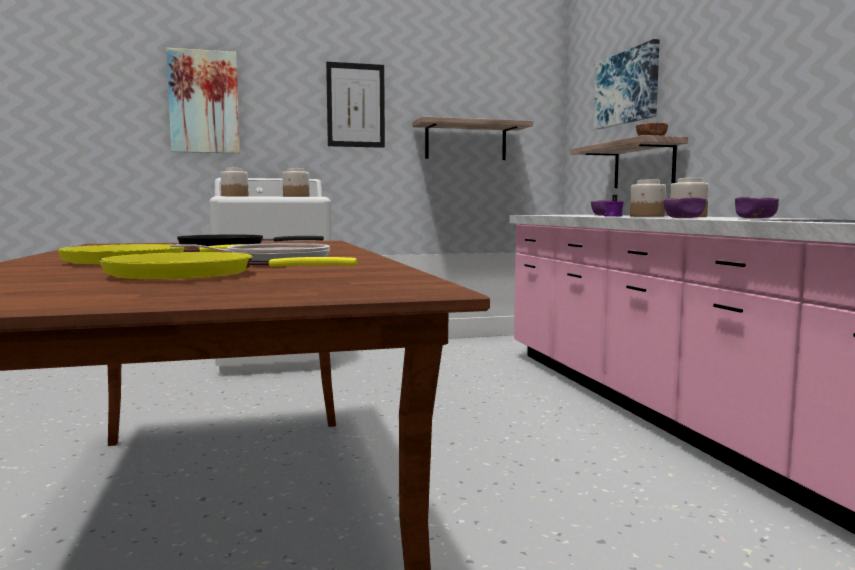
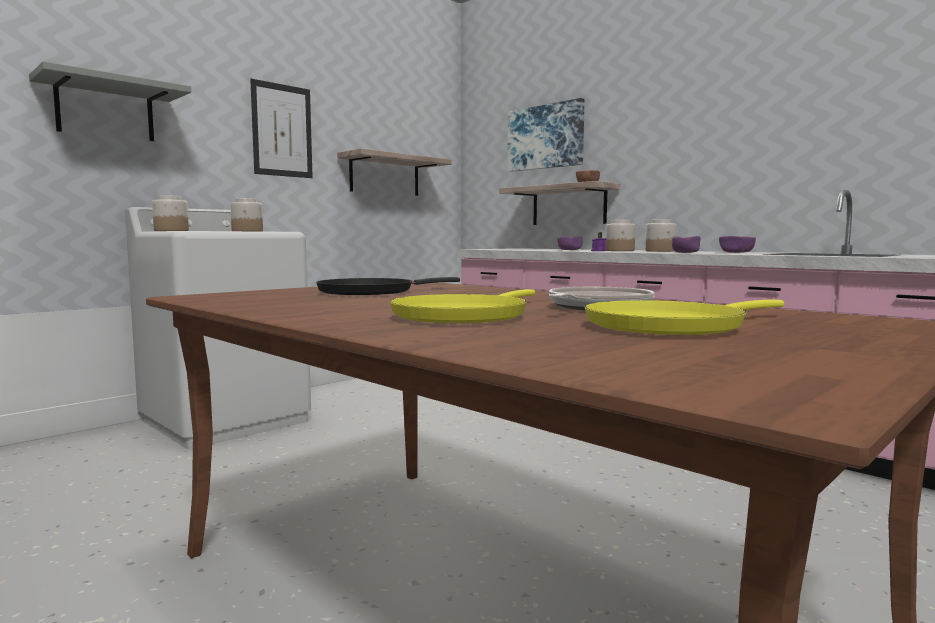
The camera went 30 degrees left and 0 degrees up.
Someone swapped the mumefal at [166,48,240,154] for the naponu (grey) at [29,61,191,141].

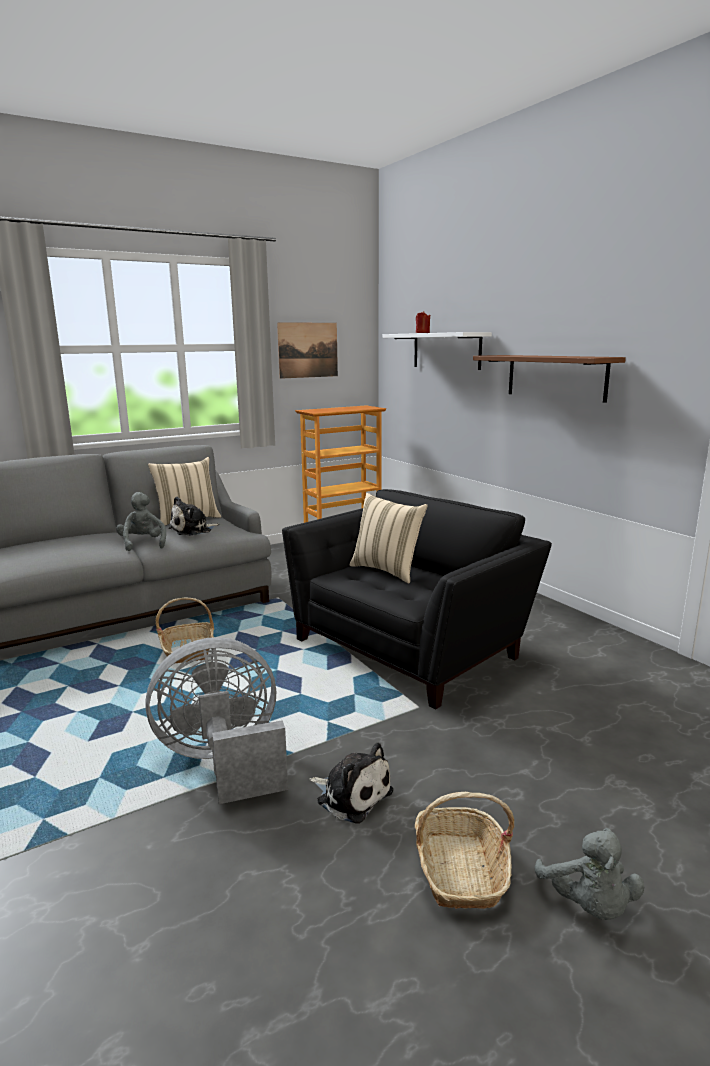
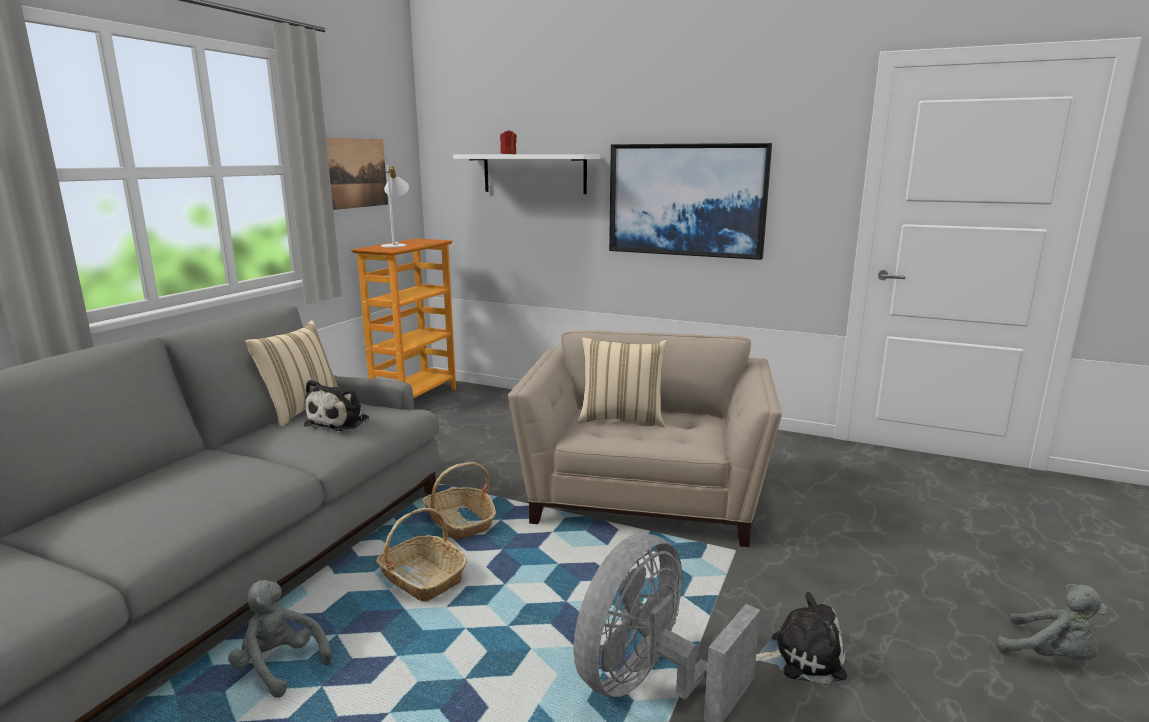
The camera went 35 degrees left and 0 degrees up.
Someone carried the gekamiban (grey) from [116,492,166,551] to [228,580,332,698].
Someone put down the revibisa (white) at [381,165,409,247].
Someone carried the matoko from [415,792,514,909] to [422,462,496,540].
Someone repainted the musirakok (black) at [282,489,552,709], which became the musirakok (beige) at [508,330,782,547].
Someone swapped the naponu (brown) at [473,355,626,403] for the mumefal at [609,143,772,260].

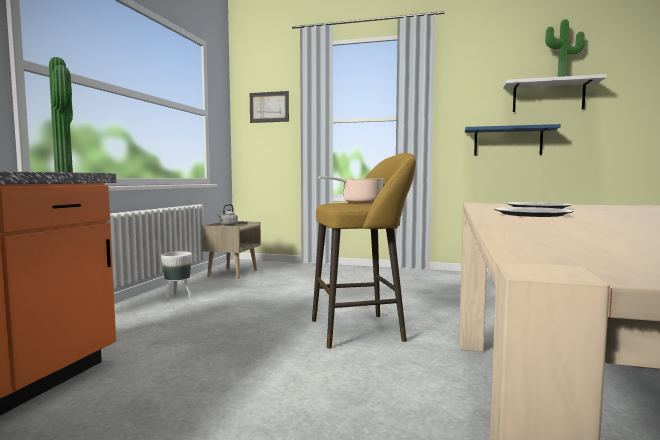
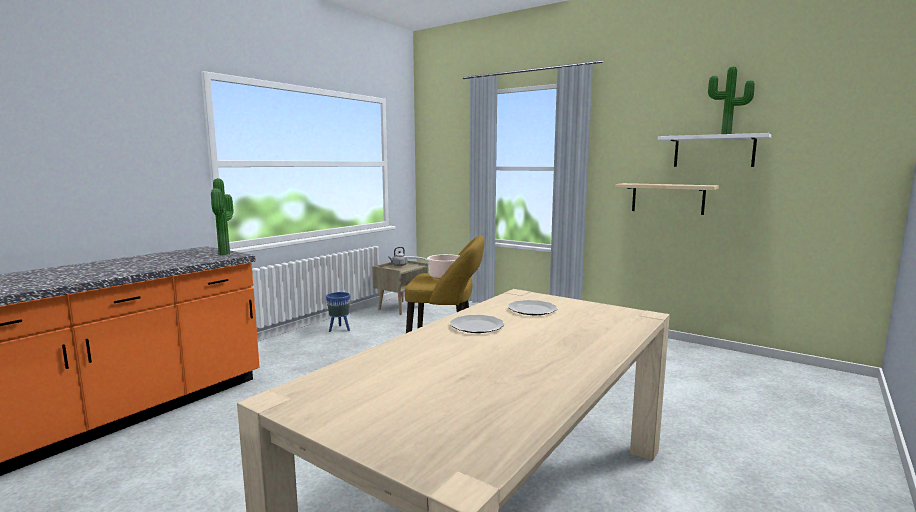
The camera went 20 degrees right and 5 degrees up.
Someone repainted the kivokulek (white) at [161,251,192,301], which became the kivokulek (blue) at [326,292,350,332].
Someone repainted the naponu (blue) at [465,124,561,156], which became the naponu (beige) at [615,183,719,215].
Someone took away the mumefal at [250,91,289,123].

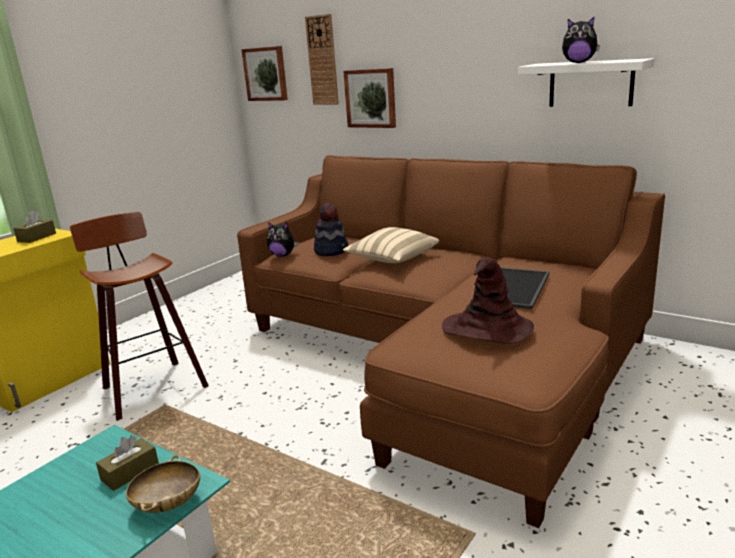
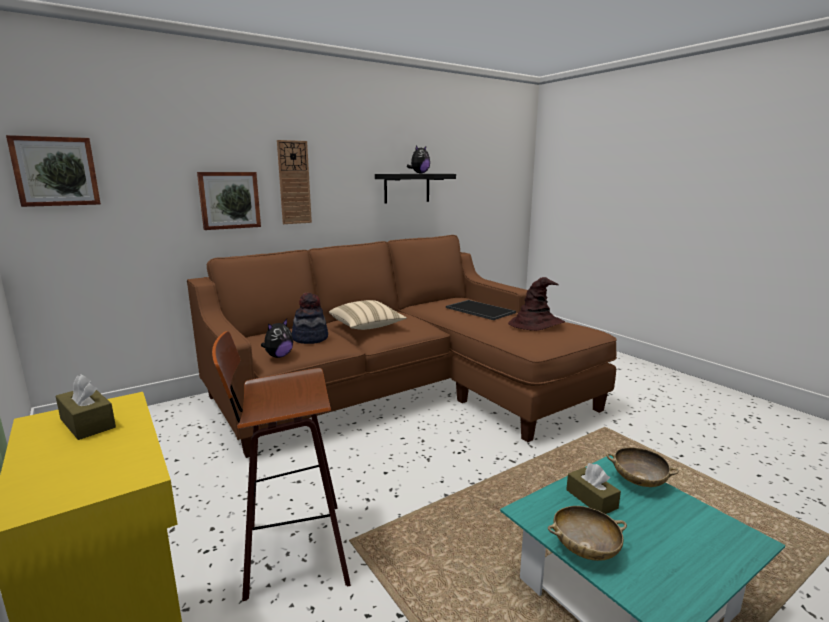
The camera went 70 degrees left and 5 degrees down.
Someone carried the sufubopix from [305,14,339,105] to [277,140,312,224].
Someone repainted the naponu (white) at [518,58,655,107], which became the naponu (black) at [375,174,456,203].
Someone put down the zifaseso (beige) at [548,506,627,561].

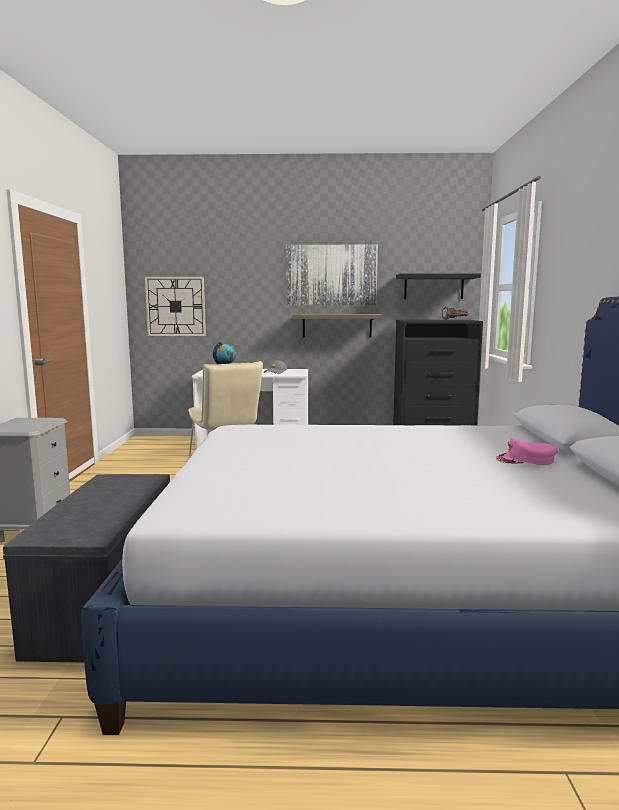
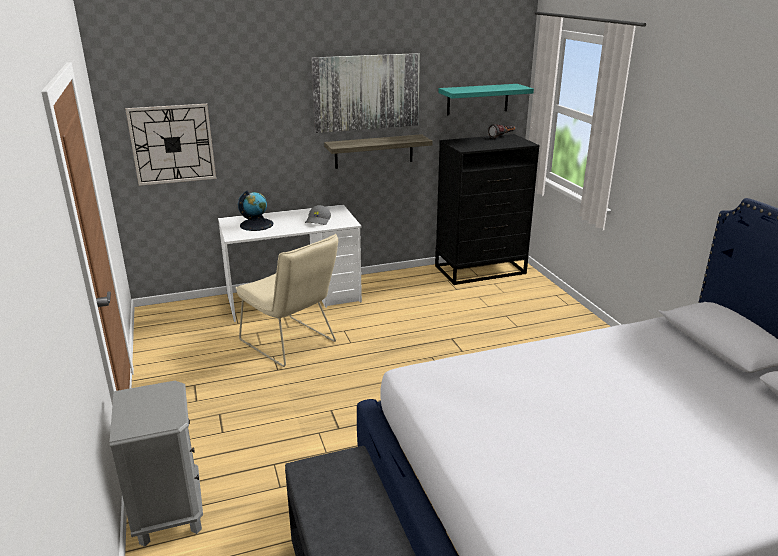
The camera went 20 degrees left and 15 degrees up.
Someone repainted the naponu (black) at [396,273,481,299], which became the naponu (turquoise) at [438,84,534,115].
Someone took away the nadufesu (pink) at [496,438,558,465].

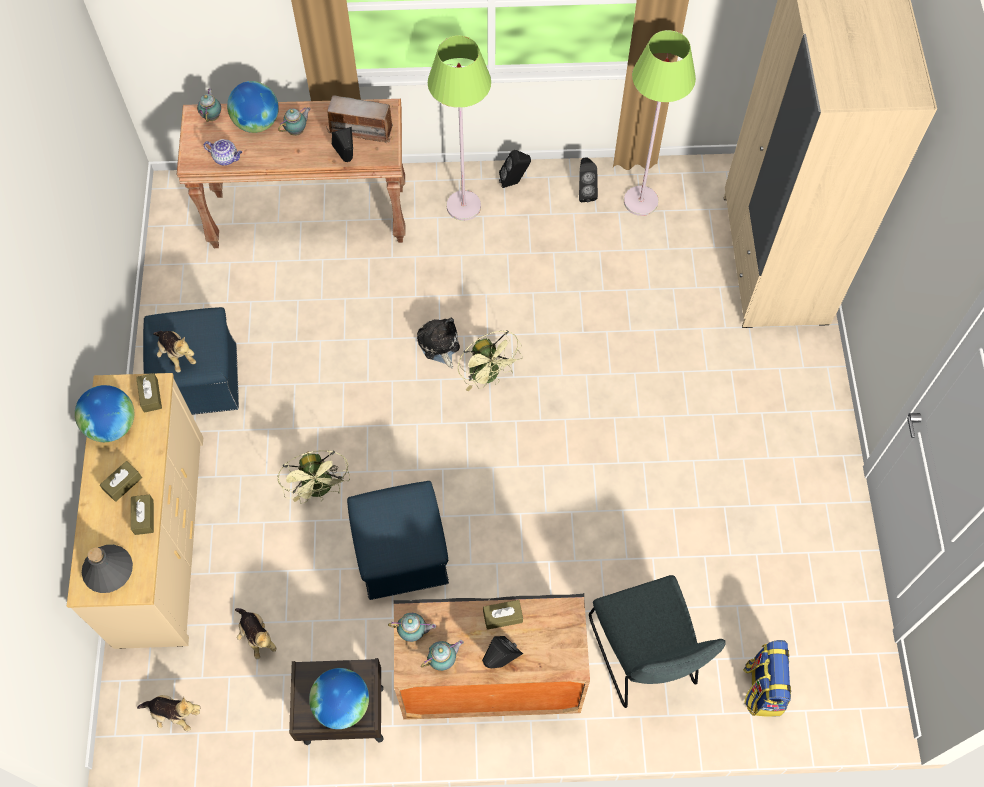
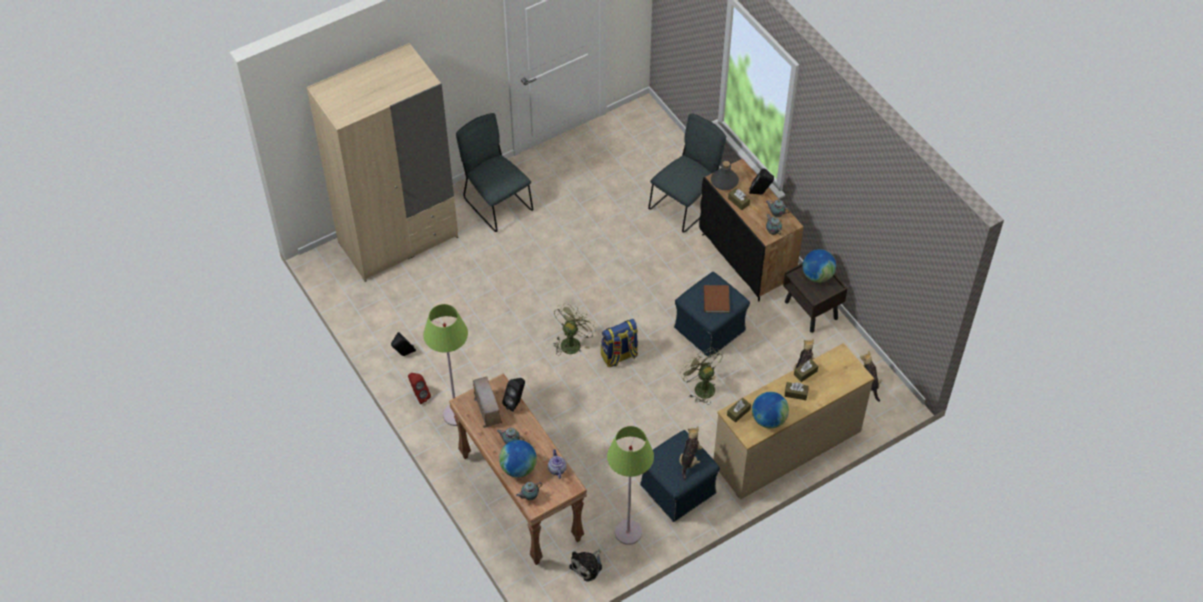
The camera went 120 degrees left and 10 degrees down.
Someone repainted the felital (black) at [499,150,531,188], which became the felital (red) at [408,373,431,404].
Someone put down the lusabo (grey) at [456,113,533,232].
Someone carried the gekamiban from [417,318,460,368] to [569,549,602,582].
Someone carried the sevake from [743,640,791,717] to [601,319,638,367].
Someone carried the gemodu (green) from [624,30,696,216] to [607,426,654,545].
Someone rotated the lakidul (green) at [278,450,350,504] by 75 degrees counterclockwise.
Someone put down the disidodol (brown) at [704,285,730,313].
Someone carried the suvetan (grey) from [82,545,133,593] to [711,161,739,190].

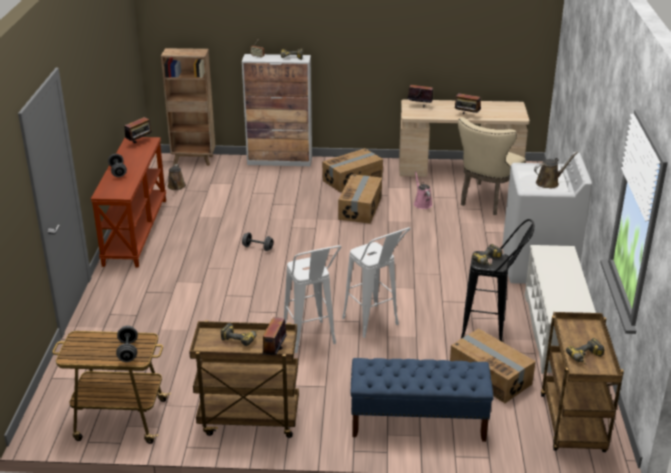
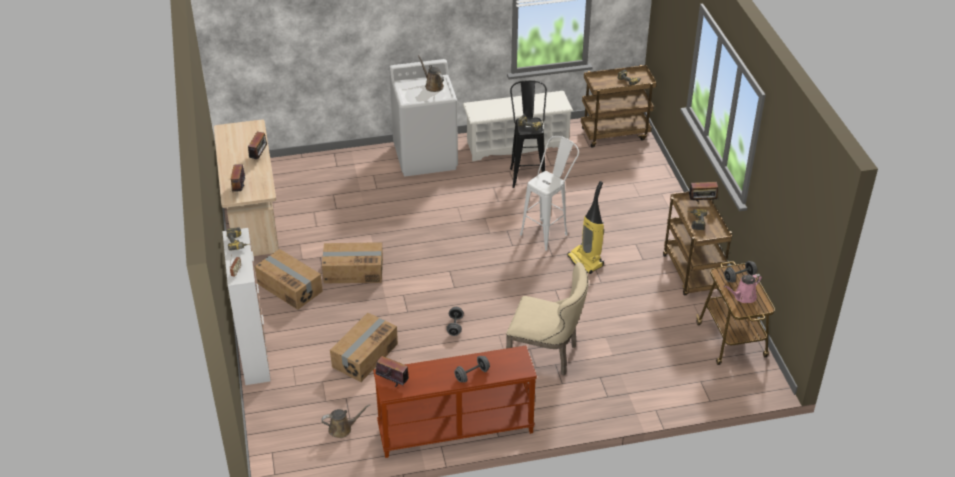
The camera went 105 degrees left and 10 degrees up.
Someone carried the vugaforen from [450,328,536,403] to [330,313,398,382].
Someone carried the lusabo (beige) from [458,117,526,215] to [506,262,589,376].
Someone swapped the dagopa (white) at [284,245,341,353] for the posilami at [567,181,604,274].
Someone carried the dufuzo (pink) from [414,171,433,209] to [724,274,762,303].
Someone took away the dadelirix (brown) at [161,48,215,166].
Someone took away the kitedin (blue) at [350,358,494,442].

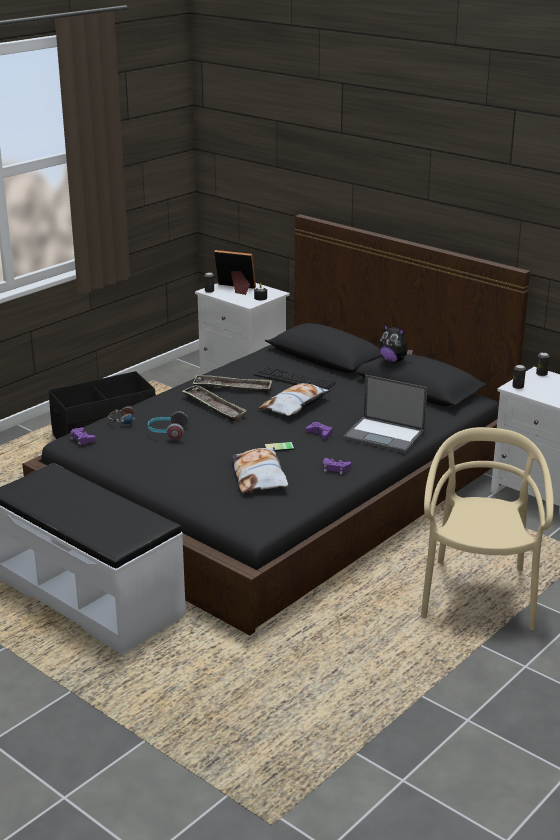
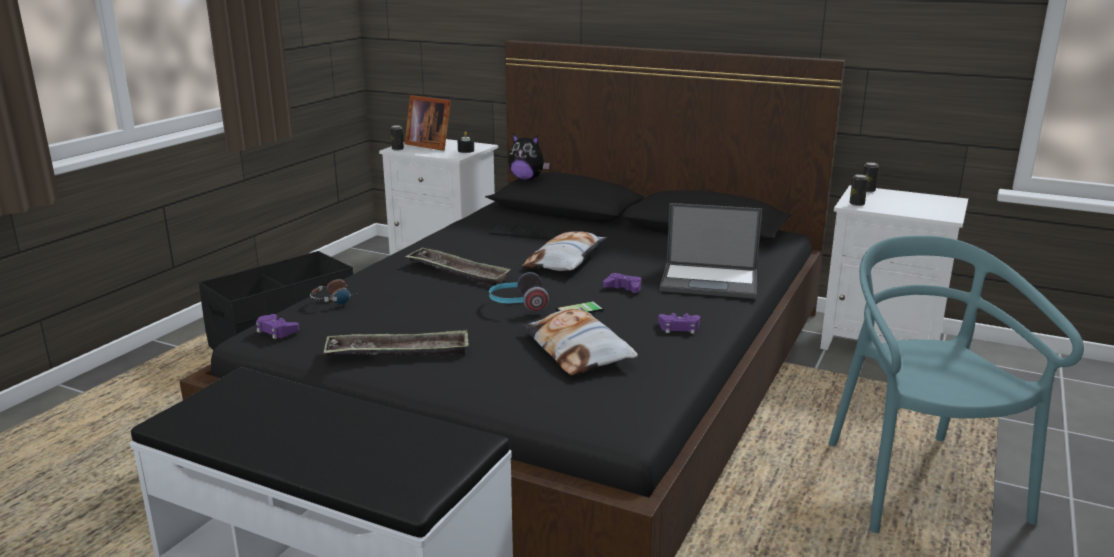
The camera went 15 degrees left and 5 degrees down.
Someone carried the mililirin from [193,375,272,393] to [323,330,469,356].
Someone rotated the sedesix at [214,250,256,295] by 150 degrees counterclockwise.
Someone carried the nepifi from [148,411,188,440] to [489,272,549,311].
Someone carried the gekamiban from [379,324,413,363] to [508,134,550,180].
Someone repainted the lusabo (beige) at [421,427,554,630], which became the lusabo (turquoise) at [829,236,1084,533].

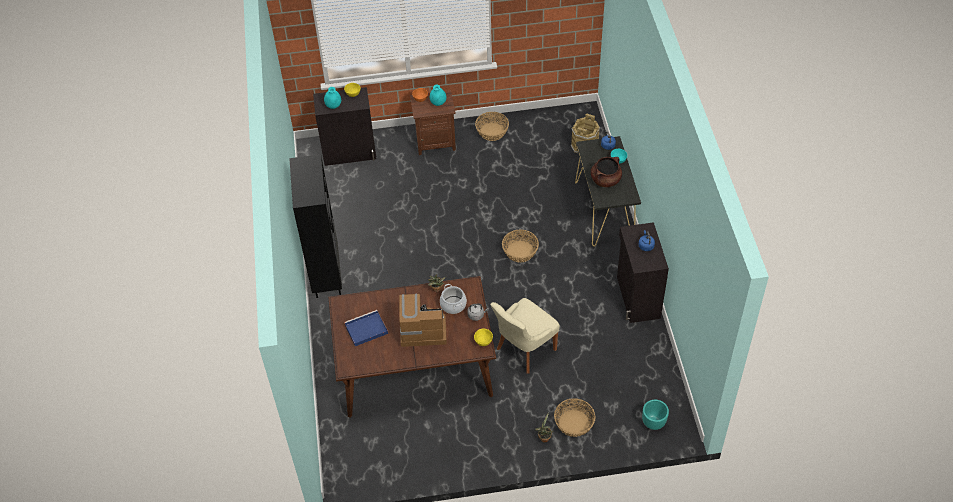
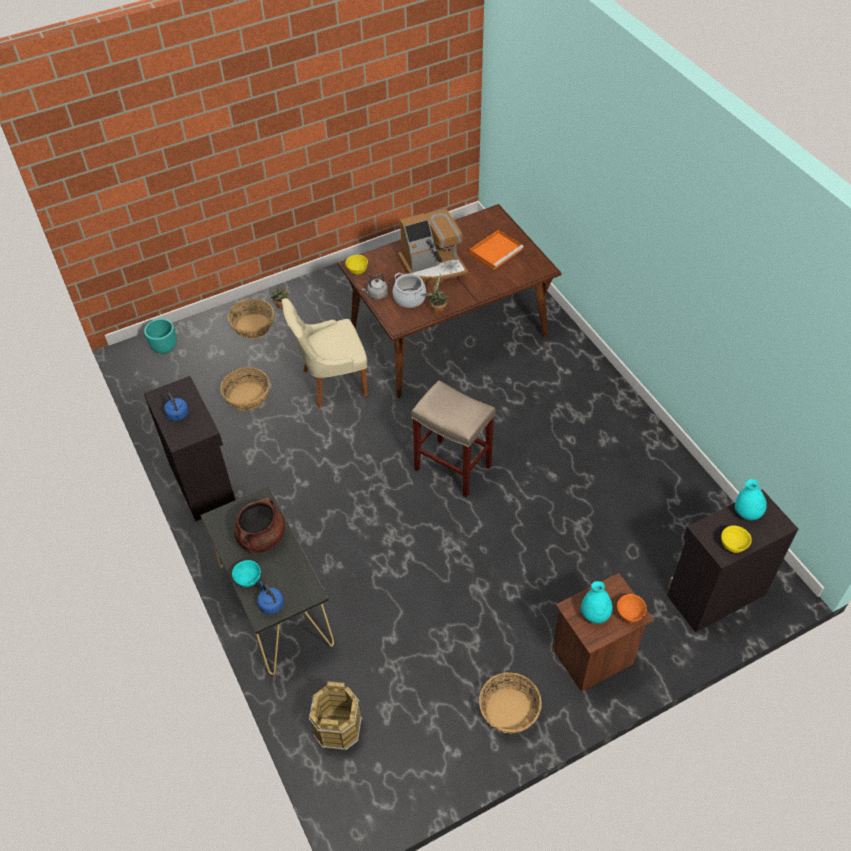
The camera went 160 degrees right and 0 degrees up.
Someone carried the matoko from [502,230,539,262] to [220,367,270,411].
Someone rotated the lusabo (beige) at [490,298,560,373] by 135 degrees counterclockwise.
Someone put down the dagopa (beige) at [411,380,496,498].
Someone repainted the mililirin (blue) at [344,310,388,346], which became the mililirin (orange) at [469,230,524,270].
Someone took away the dadelirix (black) at [289,154,342,298].

